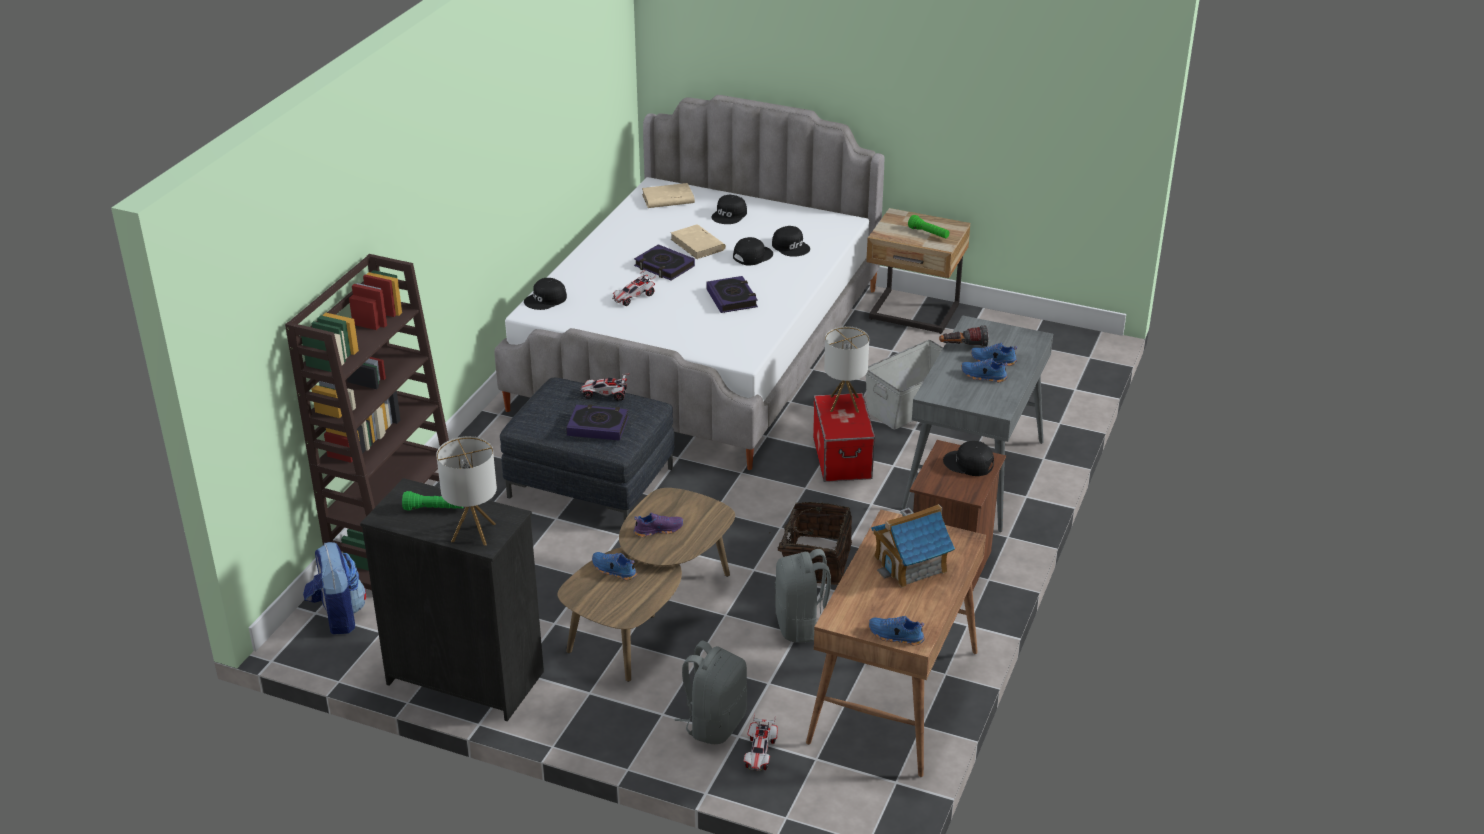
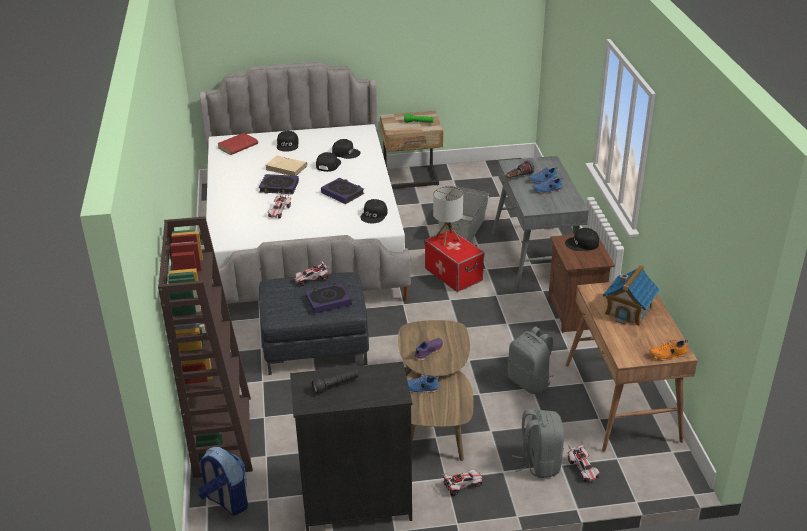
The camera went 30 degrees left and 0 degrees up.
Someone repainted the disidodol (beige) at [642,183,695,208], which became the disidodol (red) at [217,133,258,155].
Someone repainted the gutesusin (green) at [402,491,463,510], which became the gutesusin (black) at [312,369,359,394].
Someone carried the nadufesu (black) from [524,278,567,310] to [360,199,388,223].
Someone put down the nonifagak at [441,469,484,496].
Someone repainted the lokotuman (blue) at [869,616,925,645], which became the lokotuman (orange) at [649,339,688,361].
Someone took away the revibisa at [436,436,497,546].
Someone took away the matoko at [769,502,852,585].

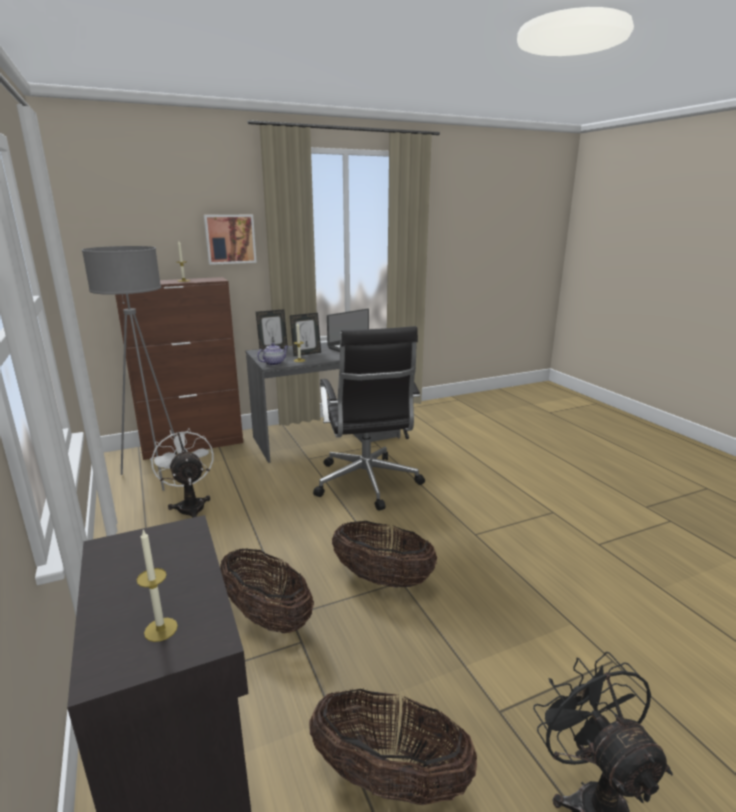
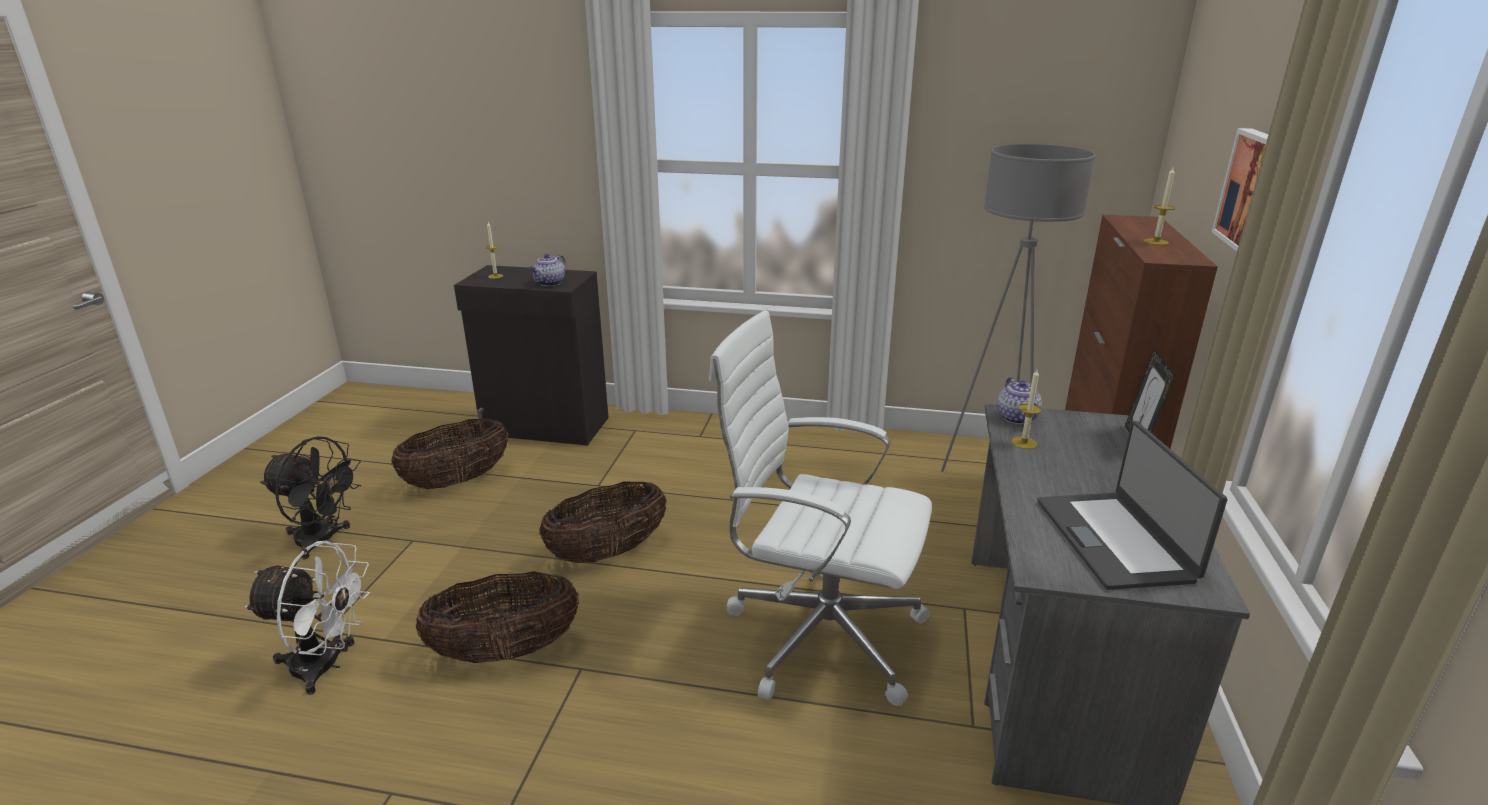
The camera went 125 degrees right and 5 degrees up.
Someone carried the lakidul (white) from [150,428,214,518] to [244,541,371,695].
Someone carried the matoko from [220,548,314,633] to [416,571,579,663].
Someone put down the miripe at [530,254,566,286].
Someone repainted the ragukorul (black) at [313,326,425,511], which became the ragukorul (white) at [709,310,932,706].
Someone took away the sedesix at [290,313,321,356].

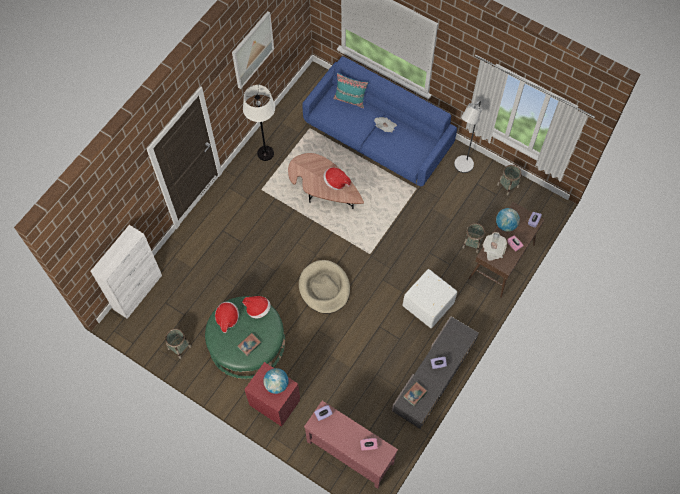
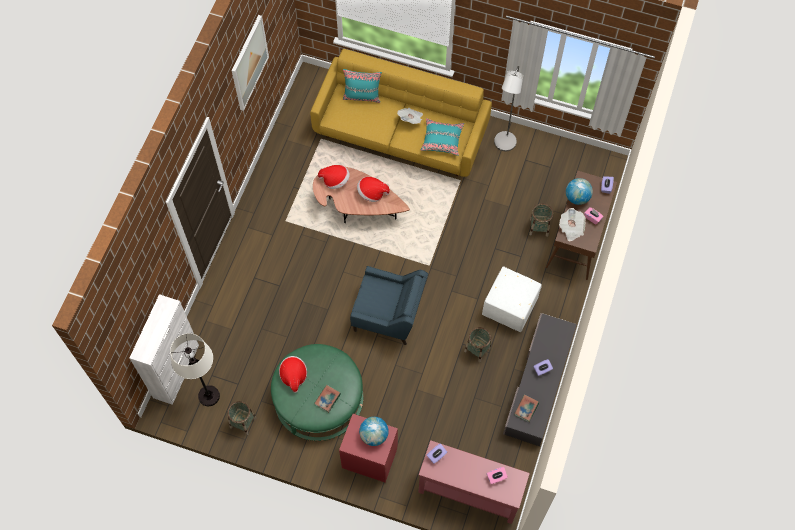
The camera went 15 degrees left and 0 degrees up.
Someone carried the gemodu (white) from [243,85,275,161] to [170,333,220,406].
Someone repainted the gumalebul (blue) at [302,56,457,186], which became the gumalebul (yellow) at [310,49,492,177].
Someone carried the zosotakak from [242,296,271,318] to [318,165,350,189].
Someone swapped the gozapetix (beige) at [299,260,350,314] for the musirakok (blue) at [350,266,428,345].
Someone put down the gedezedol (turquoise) at [421,118,464,156].
Someone carried the matoko from [497,165,521,196] to [464,327,491,363].

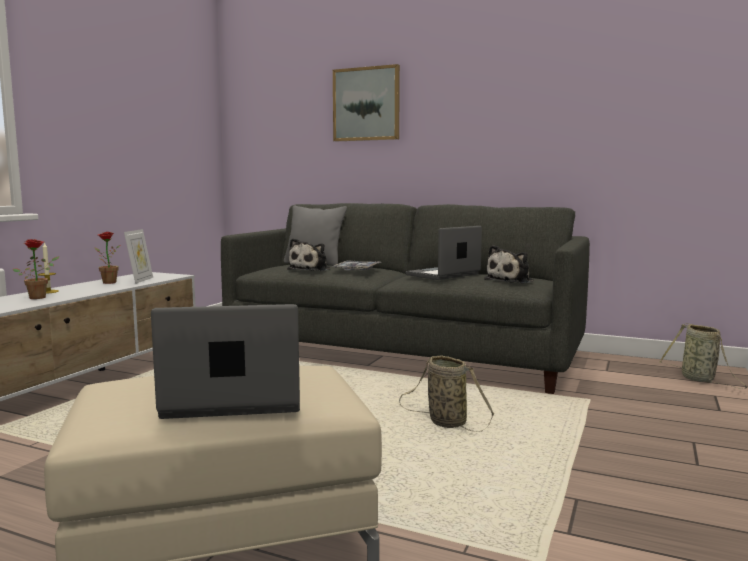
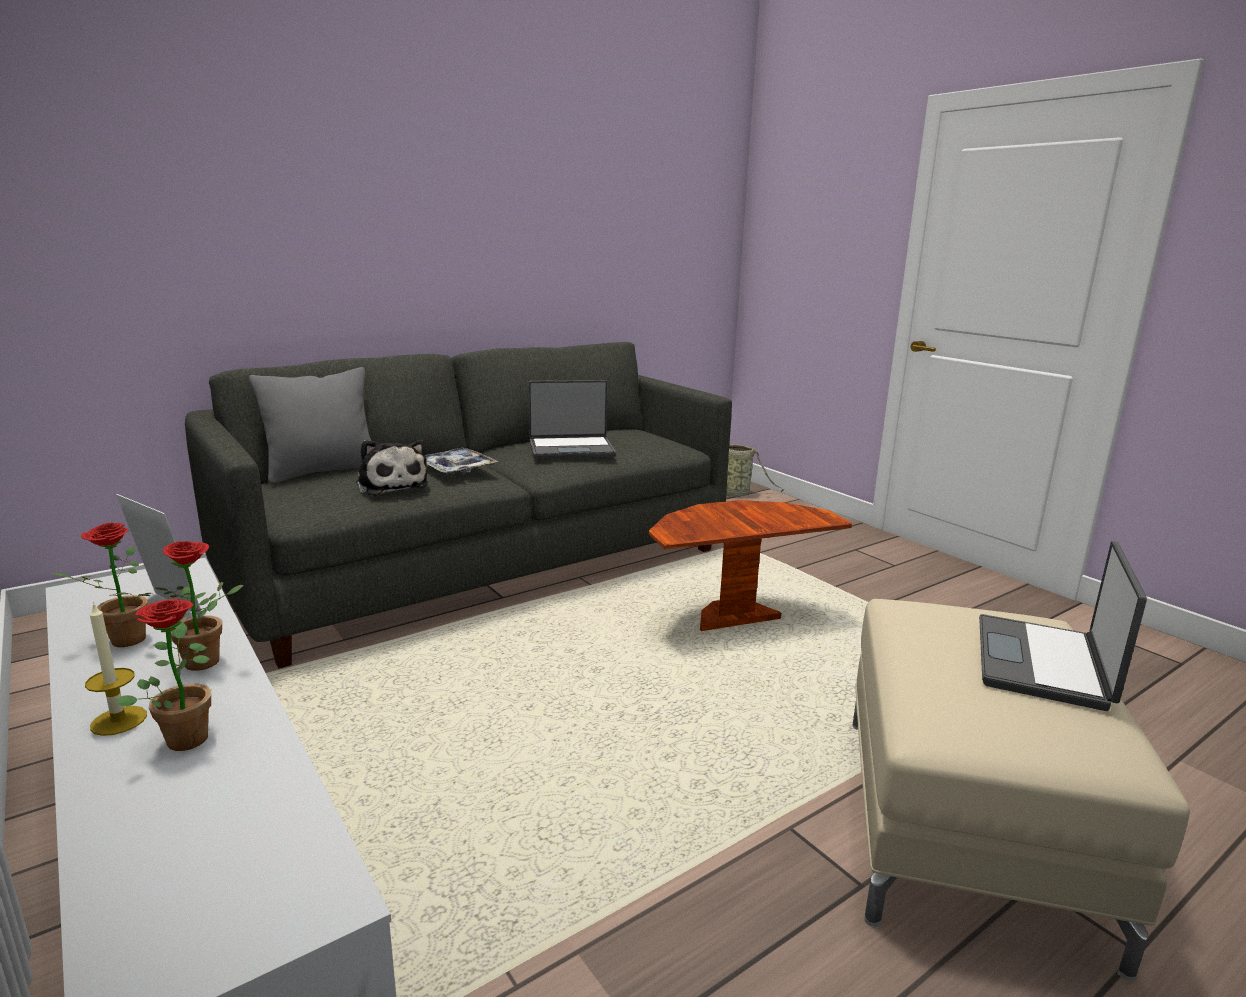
The camera went 60 degrees left and 10 degrees up.
Someone put down the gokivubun at [155,541,243,671].
Someone rotated the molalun at [405,226,482,280] by 90 degrees counterclockwise.
Someone swapped the matoko at [399,356,494,432] for the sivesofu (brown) at [649,500,852,631].
Someone took away the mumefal at [333,64,400,141].
Someone took away the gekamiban at [484,245,534,283].

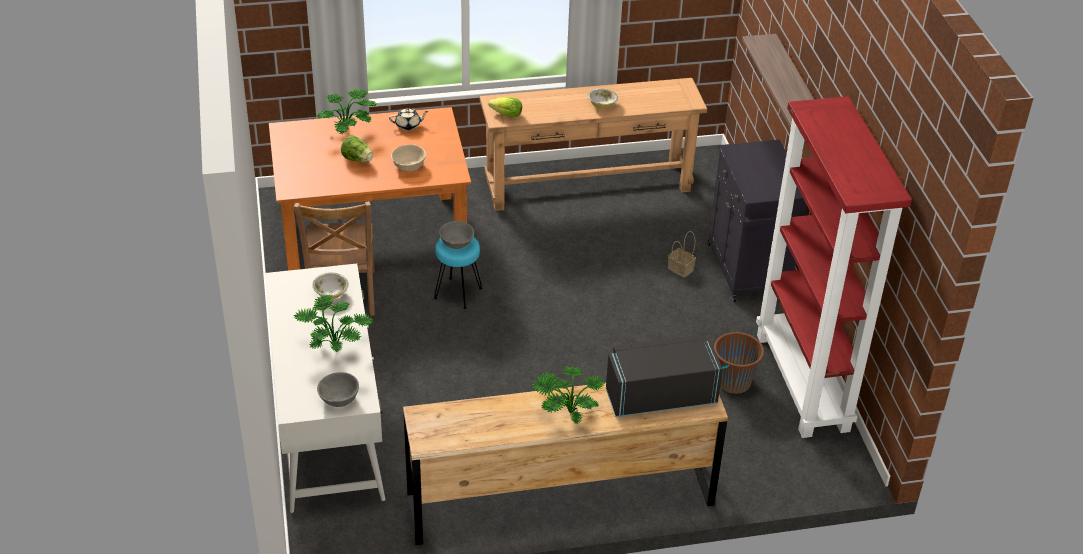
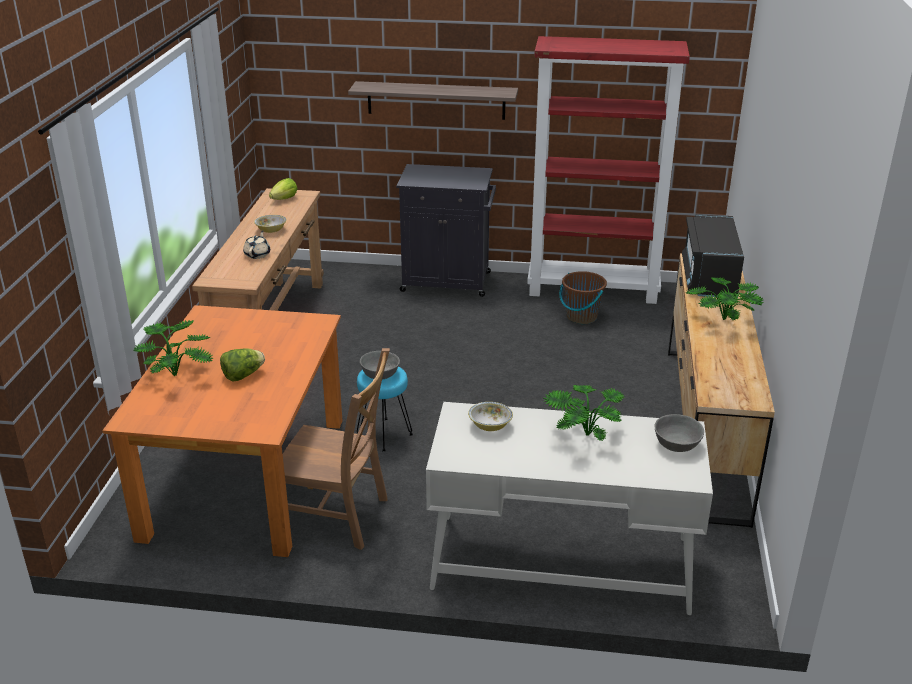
The camera went 70 degrees left and 10 degrees down.
Someone carried the miripe (beige) from [389,108,429,130] to [243,231,270,259].
Someone carried the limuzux from [488,97,522,118] to [269,178,298,200].
Someone took away the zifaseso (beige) at [391,144,426,171].
Someone took away the matoko at [668,231,696,278].

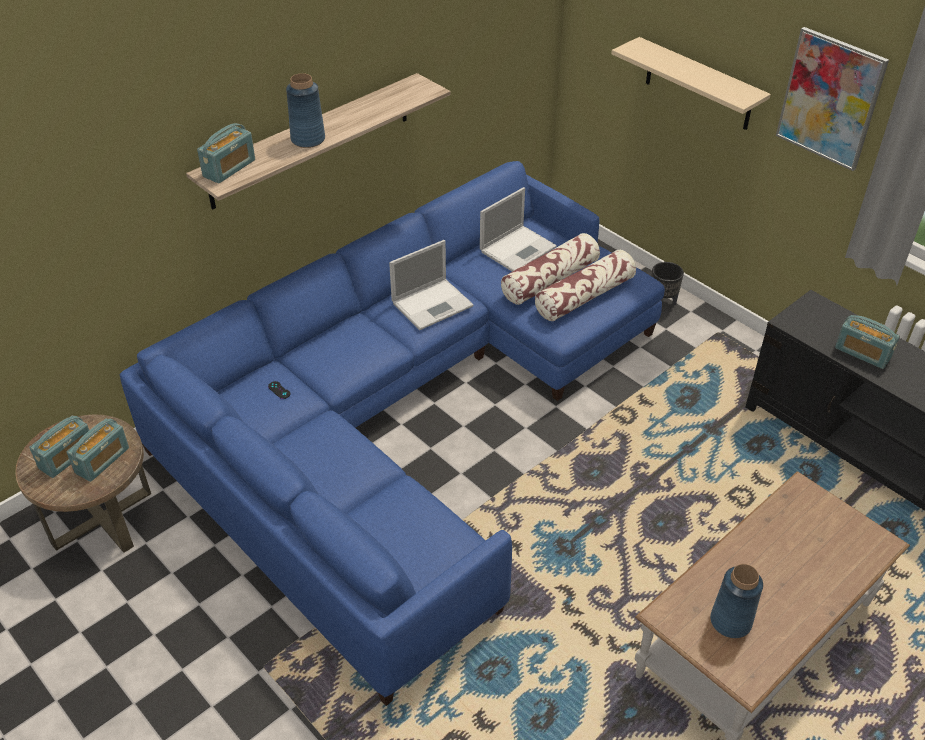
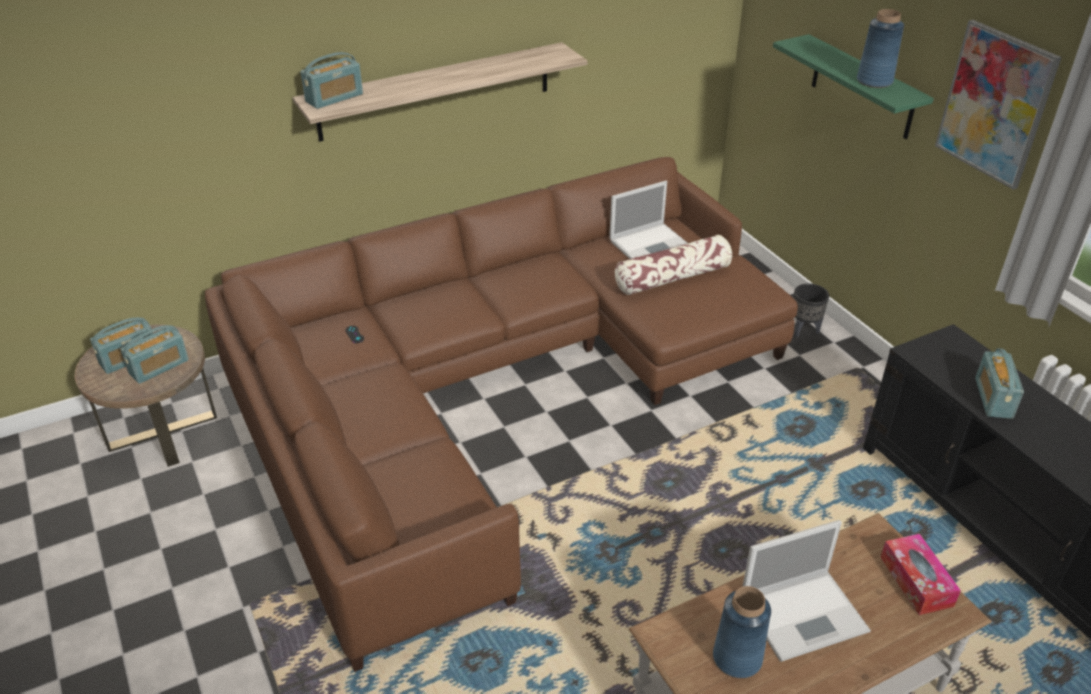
The camera went 15 degrees right and 5 degrees down.
Someone repainted the gumalebul (blue) at [120,161,665,706], which became the gumalebul (brown) at [205,157,798,672].
Someone carried the molalun from [389,240,474,330] to [742,520,871,662].
Someone repainted the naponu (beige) at [611,37,771,130], which became the naponu (green) at [773,34,934,139].
Someone carried the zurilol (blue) from [286,73,325,148] to [857,9,904,88].
Someone put down the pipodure at [880,534,961,615].
Someone rotated the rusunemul at [835,315,900,369] by 45 degrees clockwise.
Someone took away the gedezedol at [535,250,636,321].

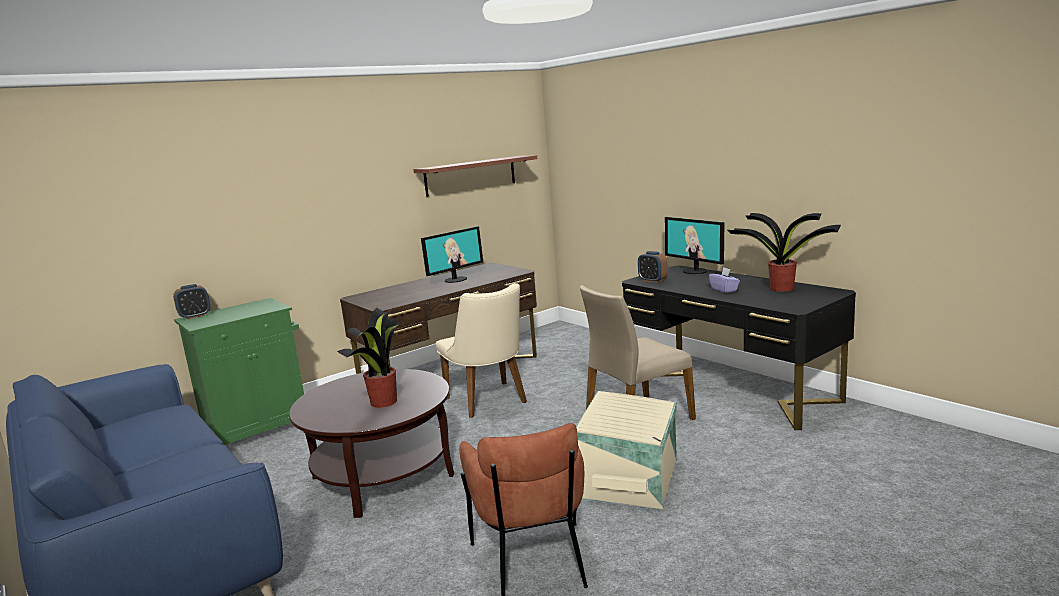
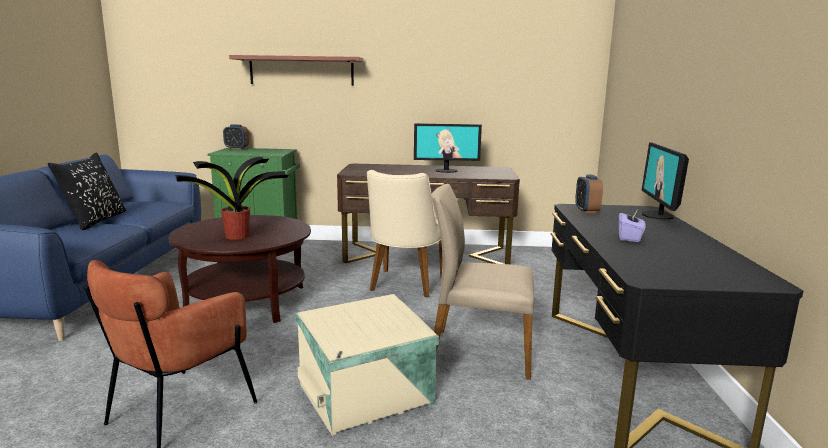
The camera went 40 degrees right and 0 degrees up.
Someone put down the gedezedol (black) at [48,153,126,230].
Someone carried the naponu from [413,155,537,197] to [229,55,364,86].
Someone took away the gokivubun at [728,213,841,292].

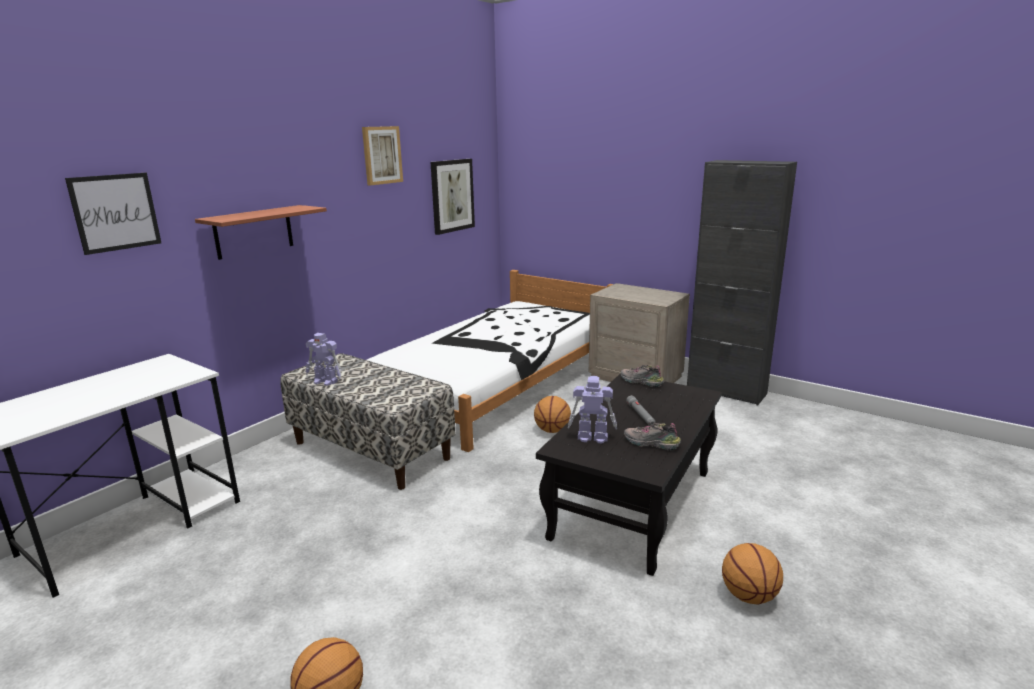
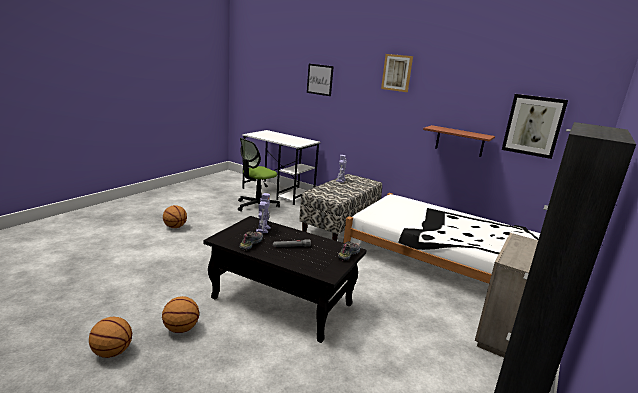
The camera went 85 degrees right and 0 degrees up.
Someone carried the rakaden from [534,396,571,433] to [89,317,132,358].
Someone put down the ragukorul at [238,138,280,211].
Someone carried the mumefal from [362,126,403,186] to [381,54,413,92].
Someone carried the naponu from [195,205,327,260] to [423,125,495,157].

